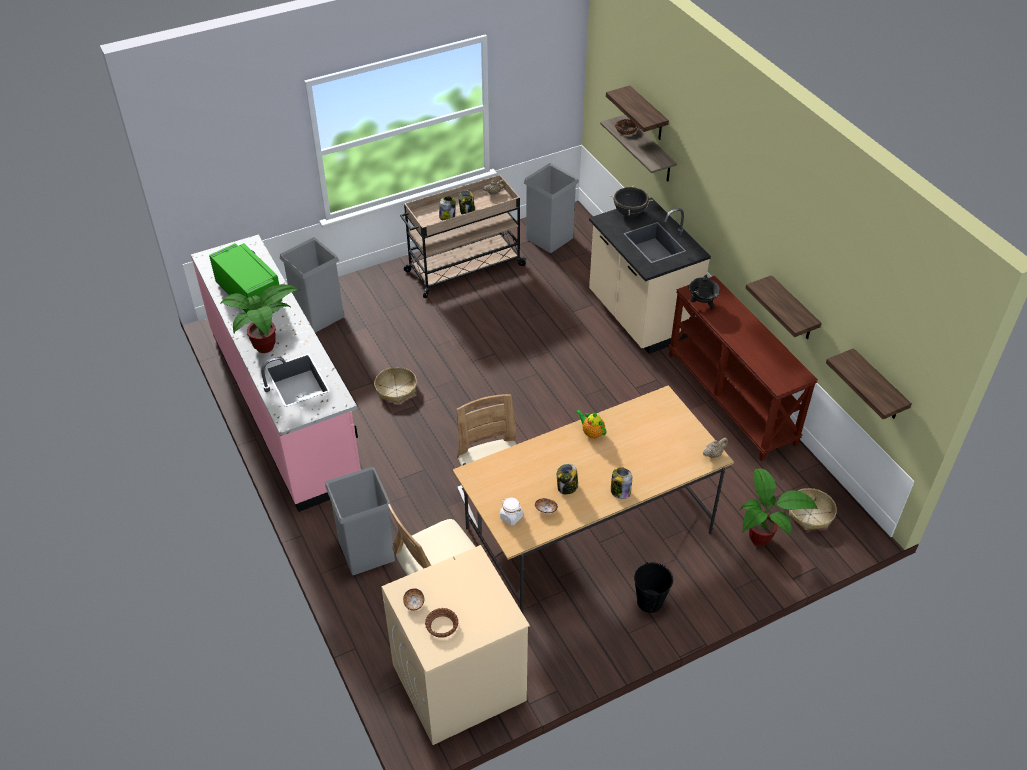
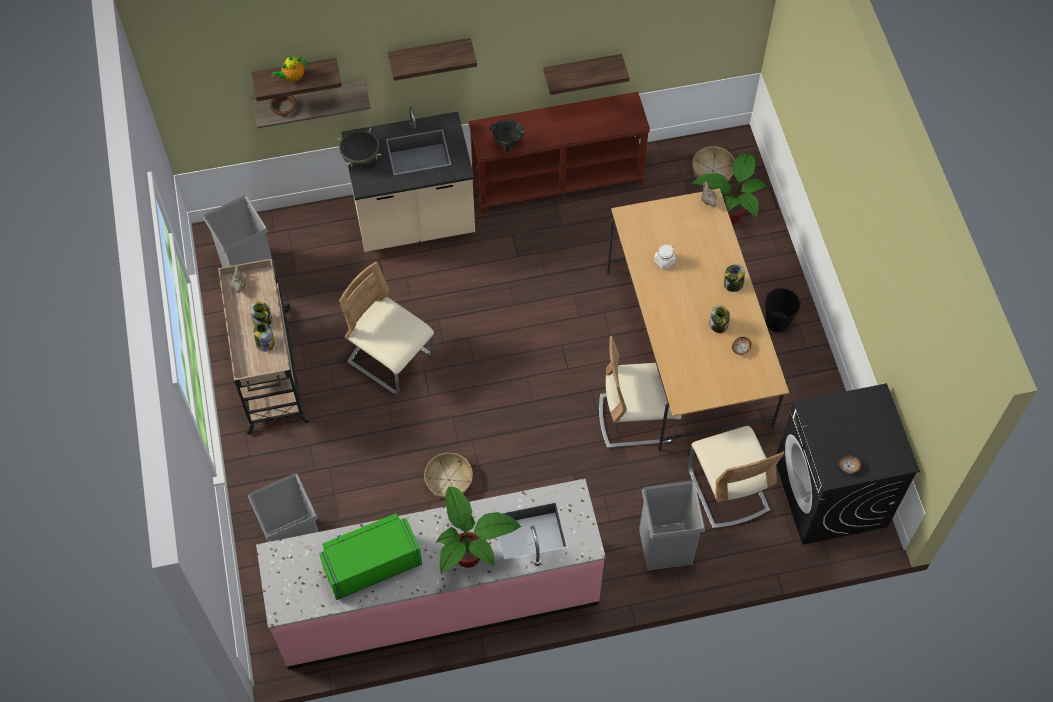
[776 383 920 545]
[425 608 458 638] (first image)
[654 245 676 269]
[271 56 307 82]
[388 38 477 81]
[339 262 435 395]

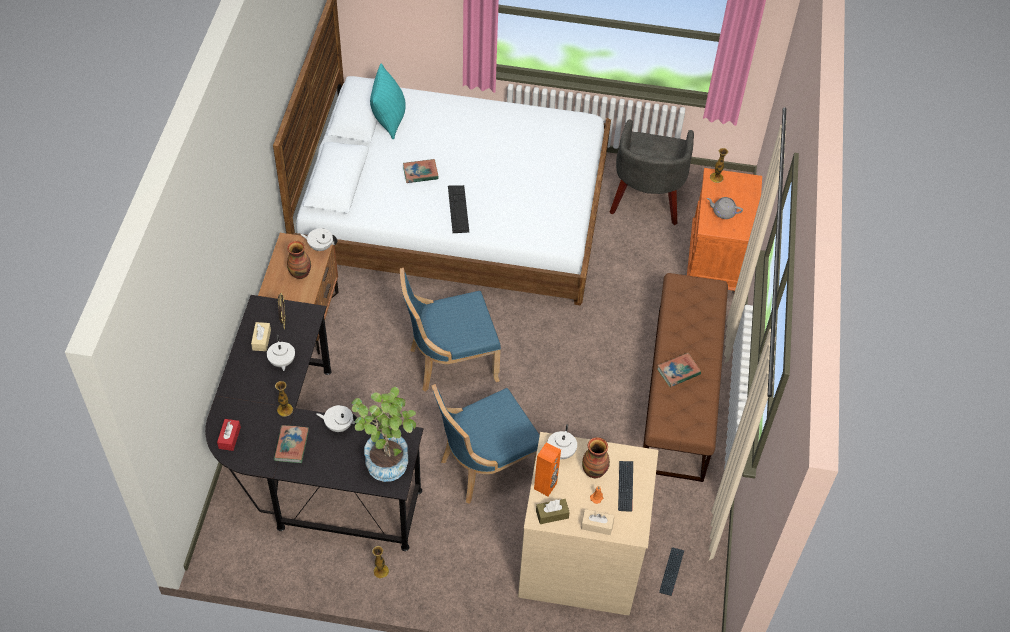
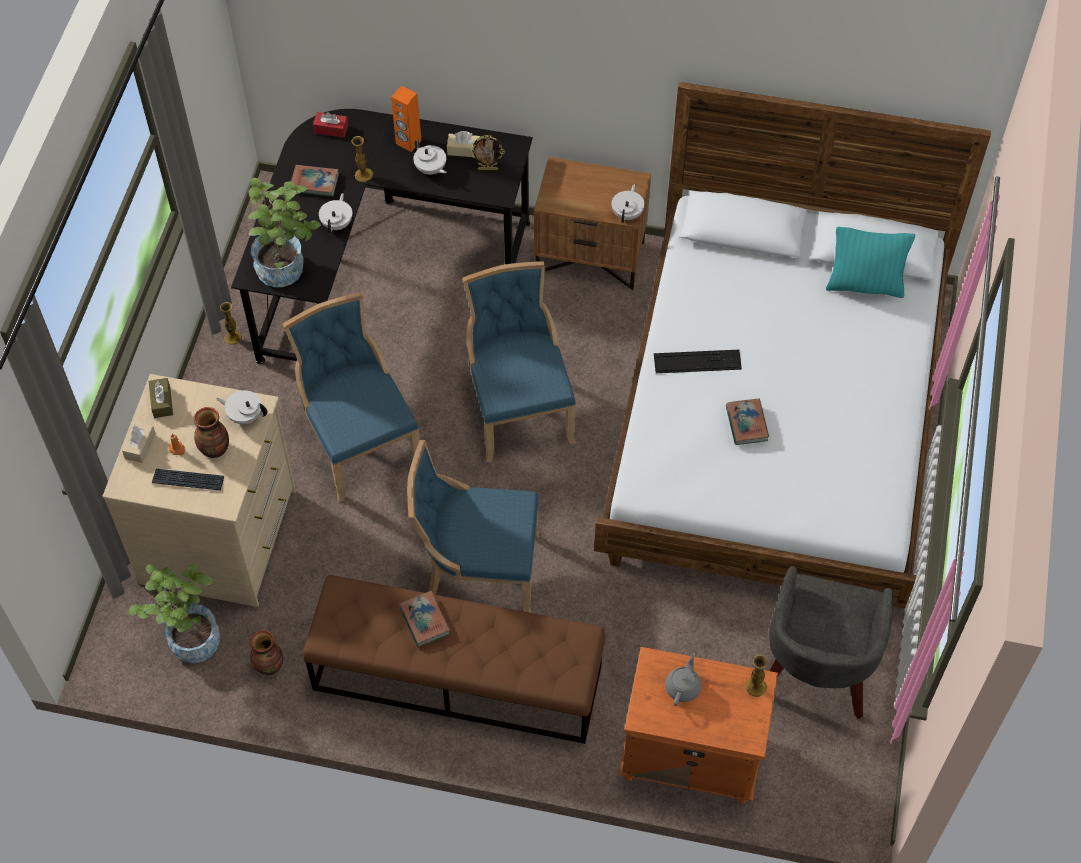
[413 140 447 175]
[250 630 283 675]
[726 399 769 445]
[391 86 422 152]
[769 566 894 719]
[129 564 220 663]
[407 440 539 613]

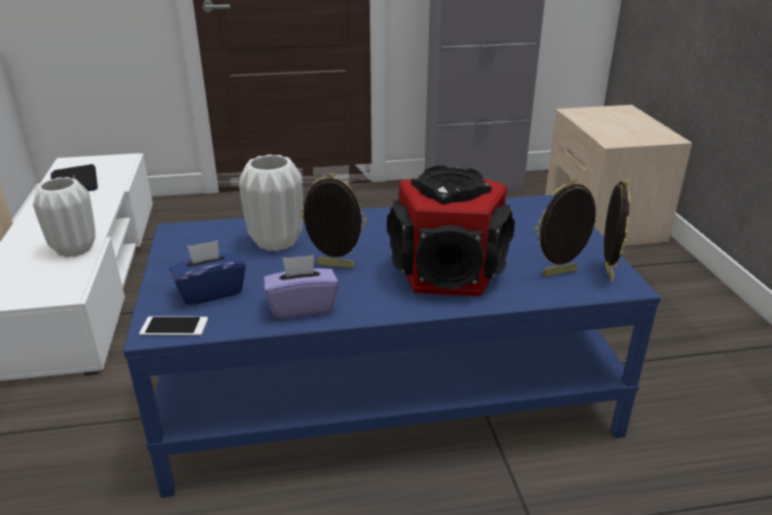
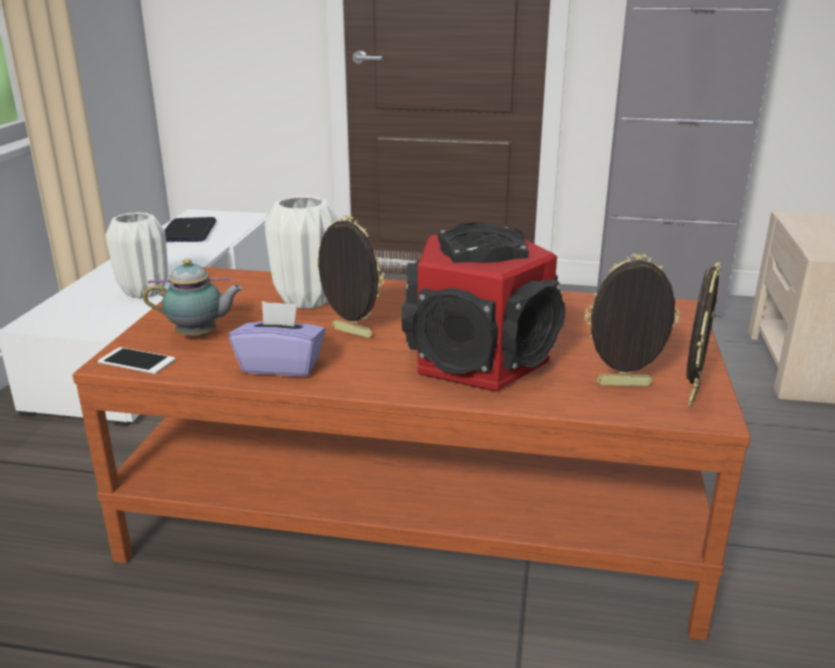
[72 267 751 641]
[143 259 243 337]

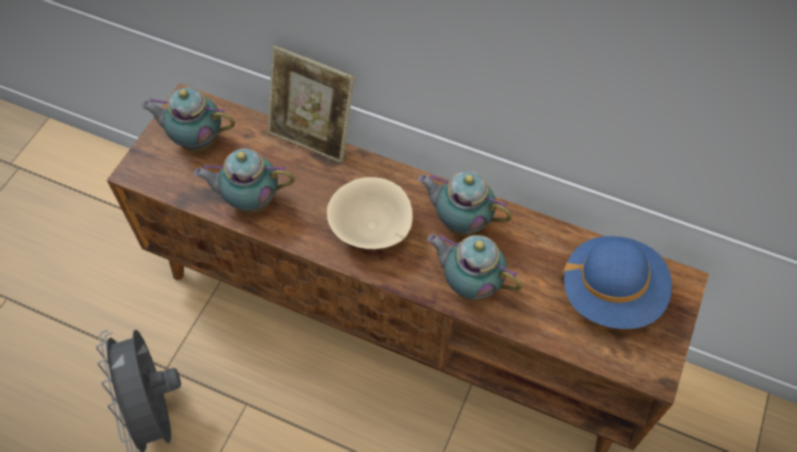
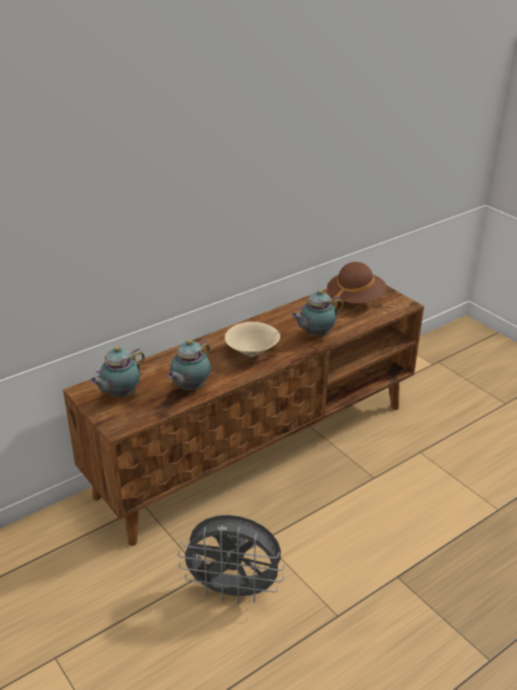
[267 46 355 163] (first image)
[418 171 512 236] (first image)
[327 262 387 309]

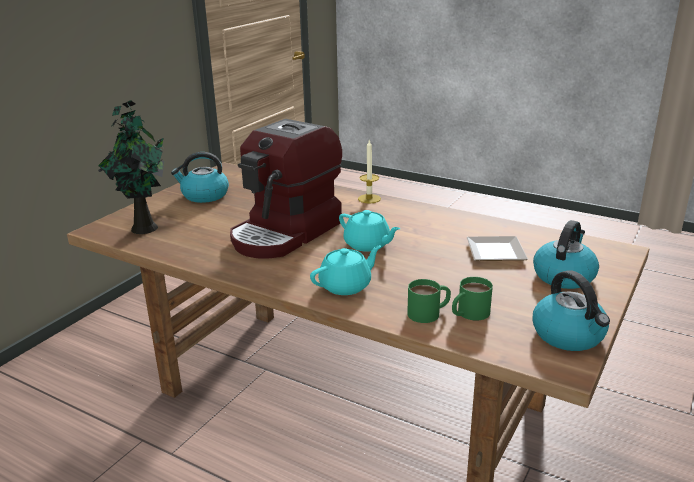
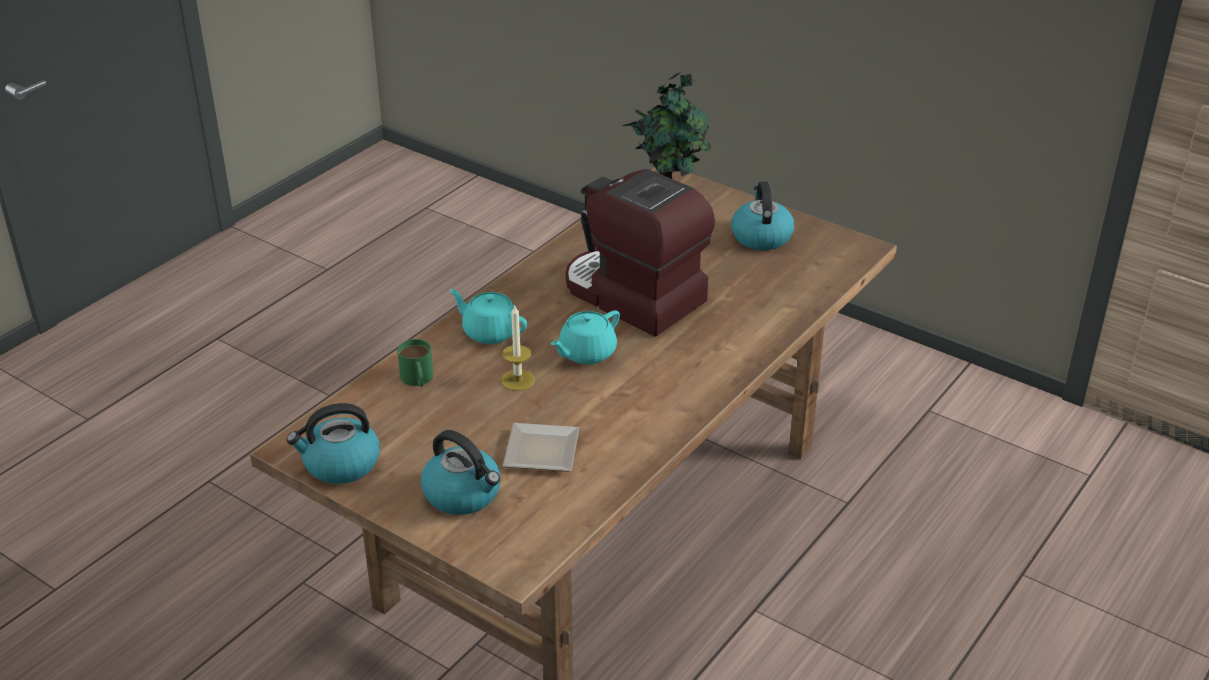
[449 289 527 344]
[501 304 535 391]
[452 277 493 321] (first image)

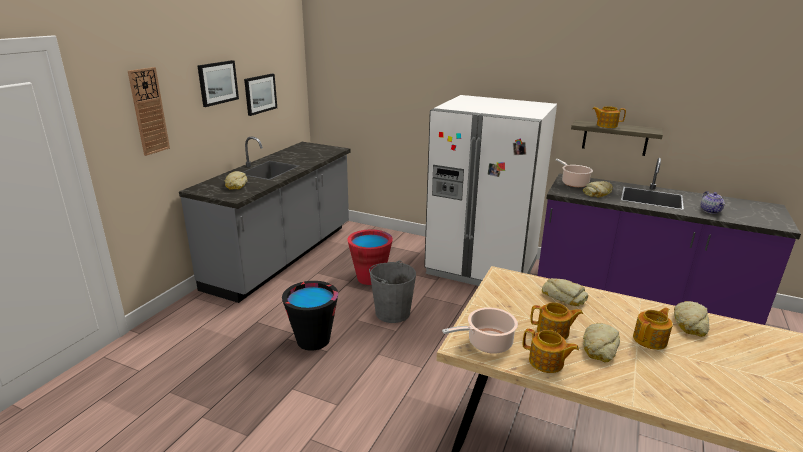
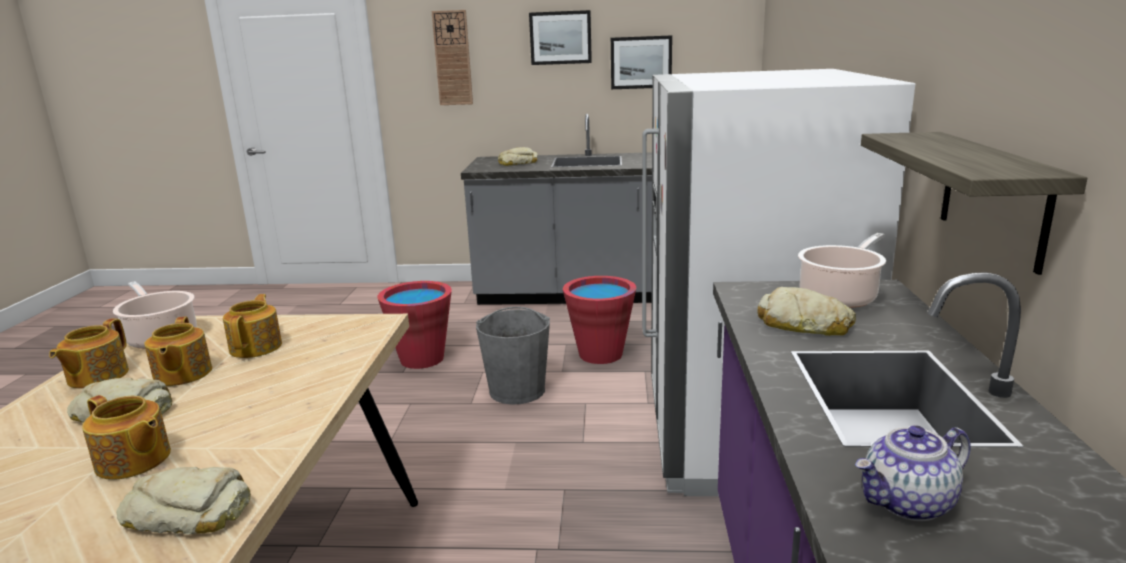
[377 281 452 369]
[542 278 588 306] (first image)
[223 294 282 358]

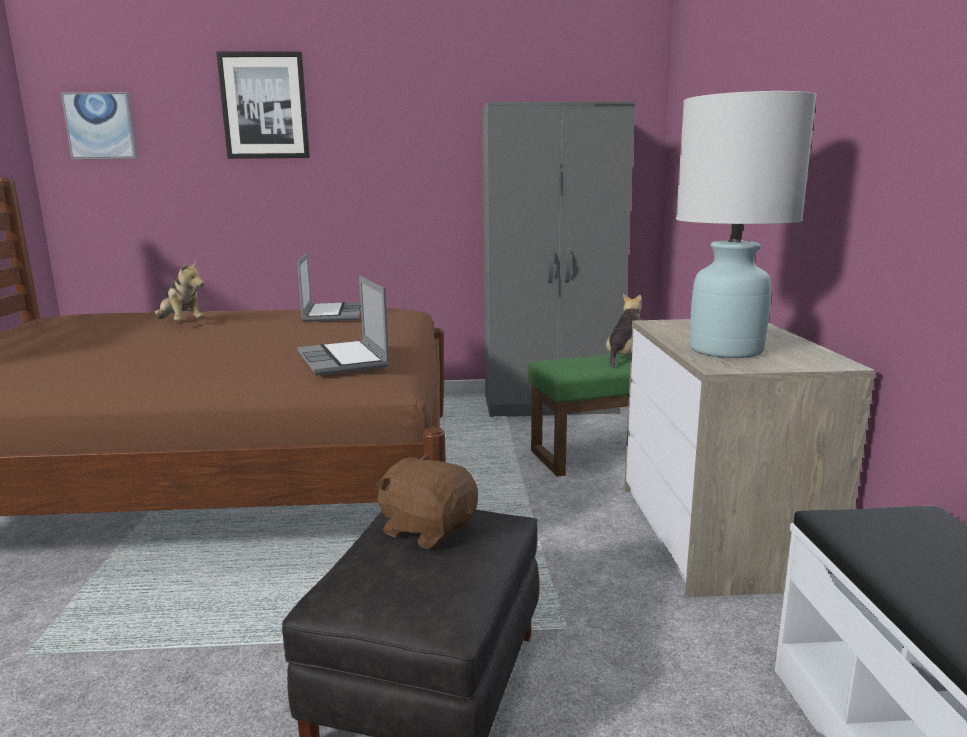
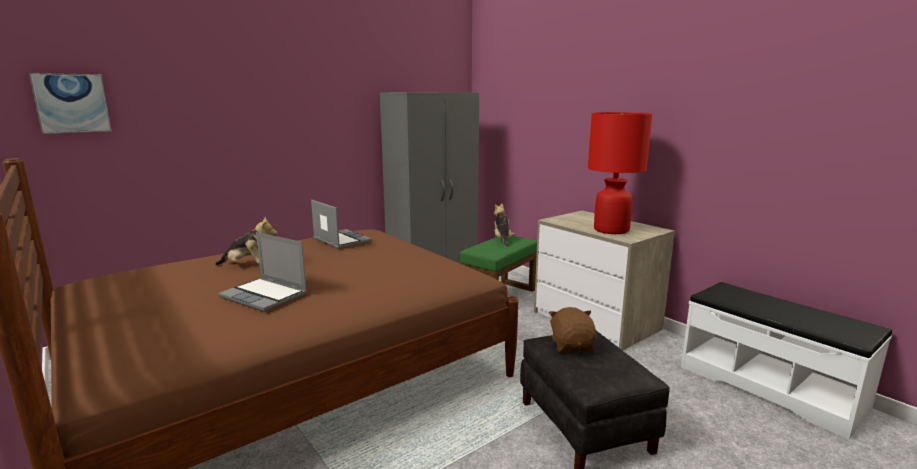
[216 51 310 159] (first image)
[218 232 307 312]
[549 307 597 353]
[588 112 652 234]

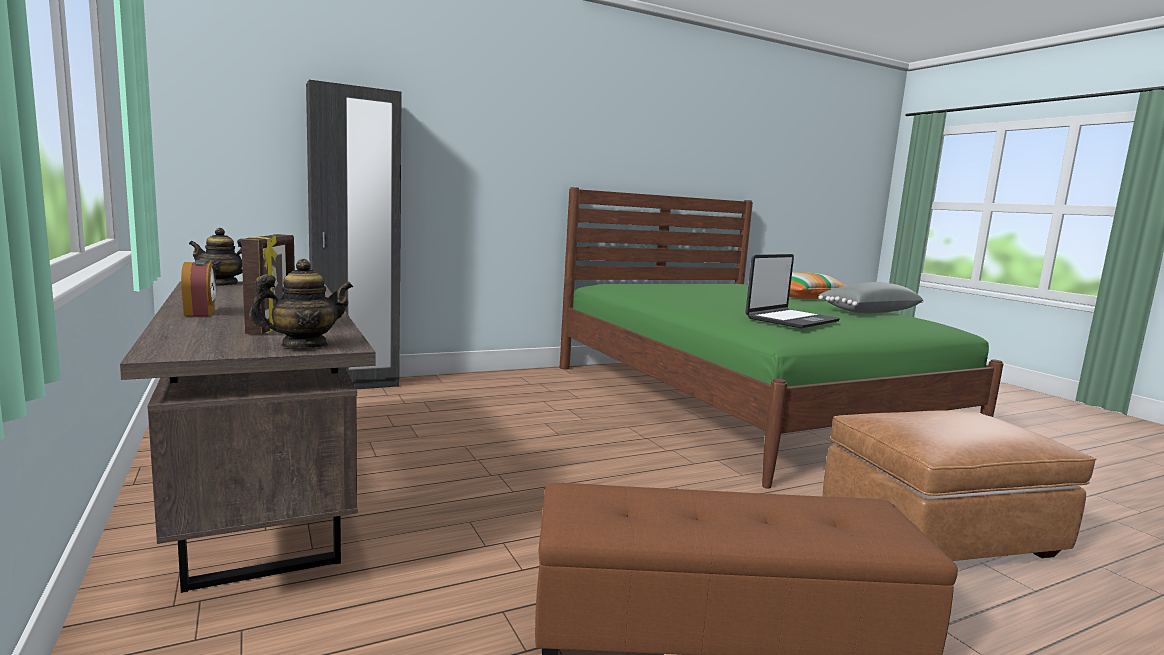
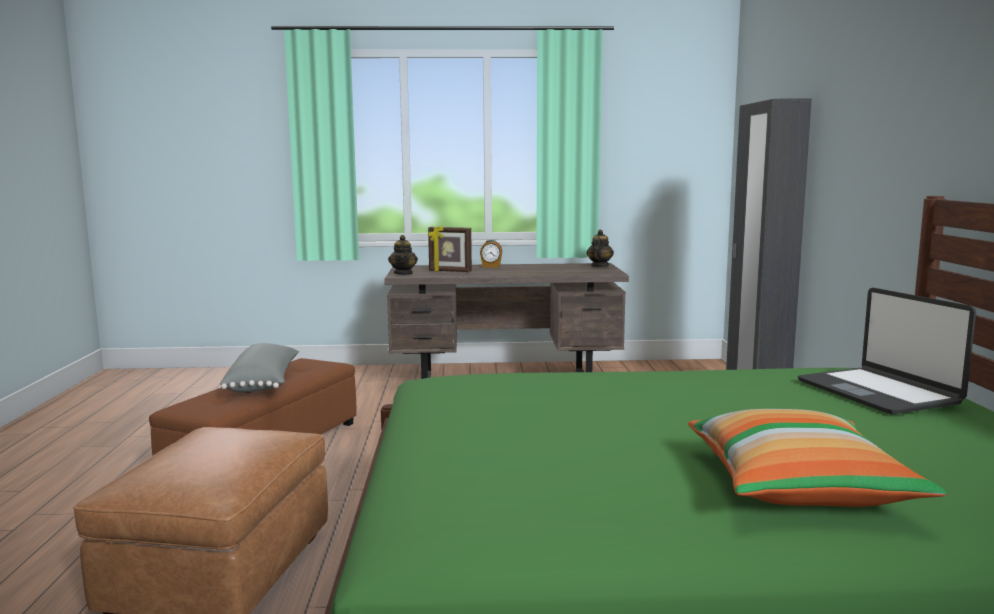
[798 288 976 415]
[220 343 299 392]

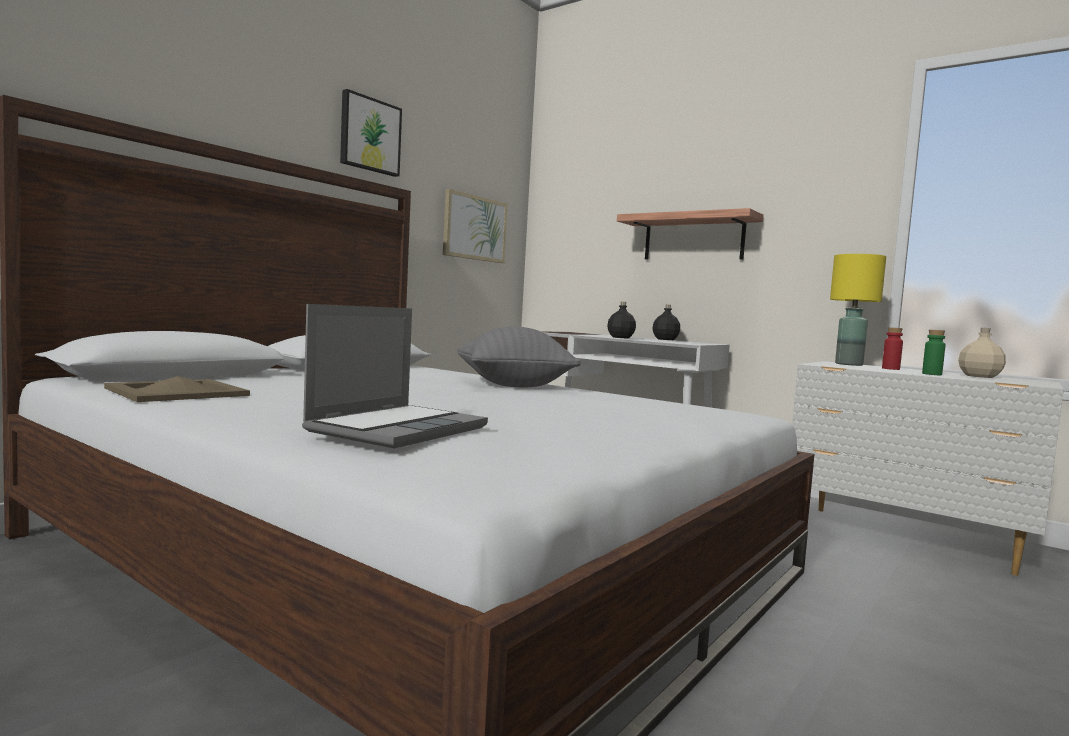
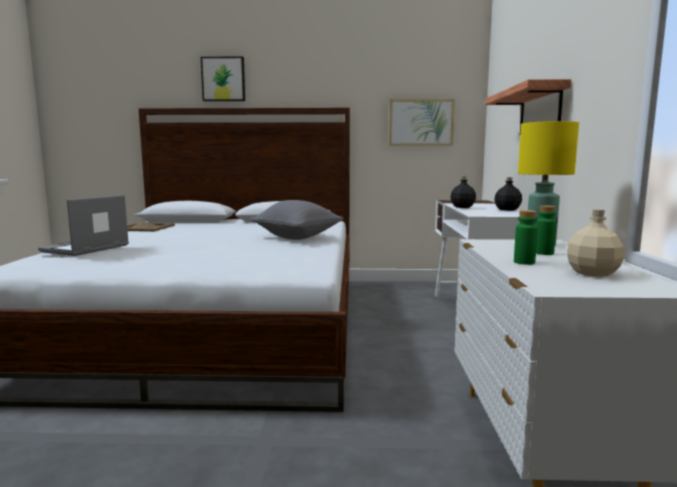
[38 195 129 256]
[201 56 245 101]
[536 205 557 255]

